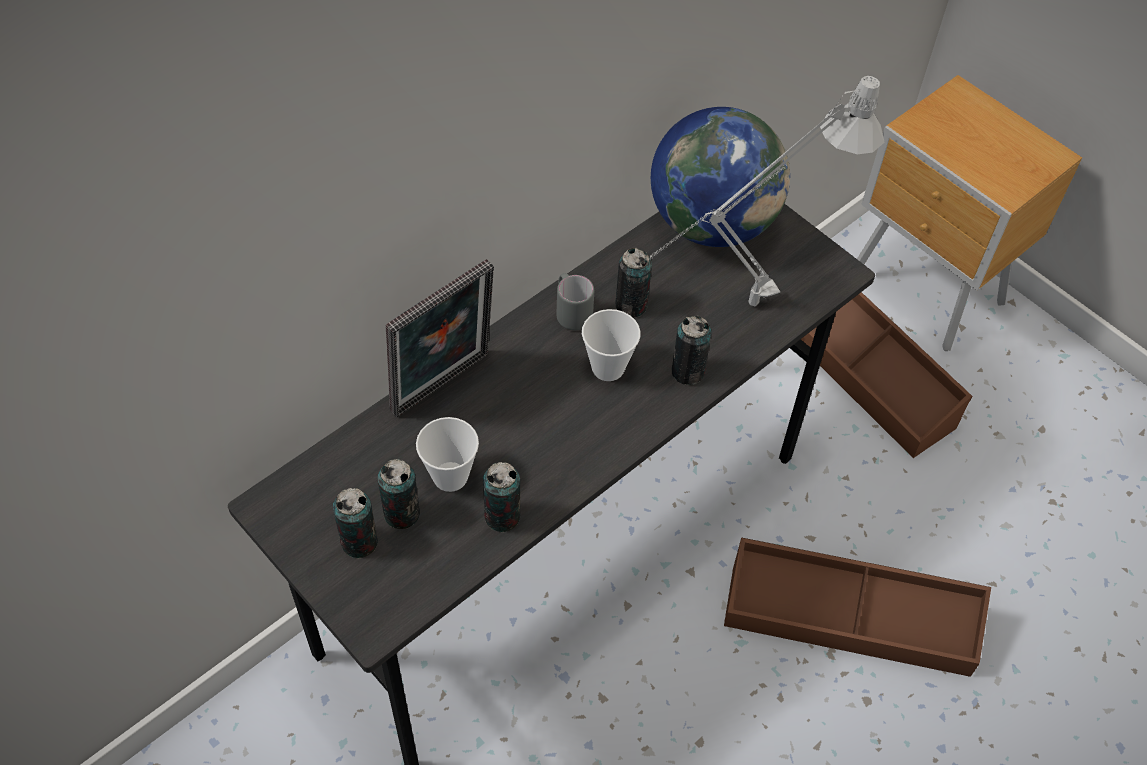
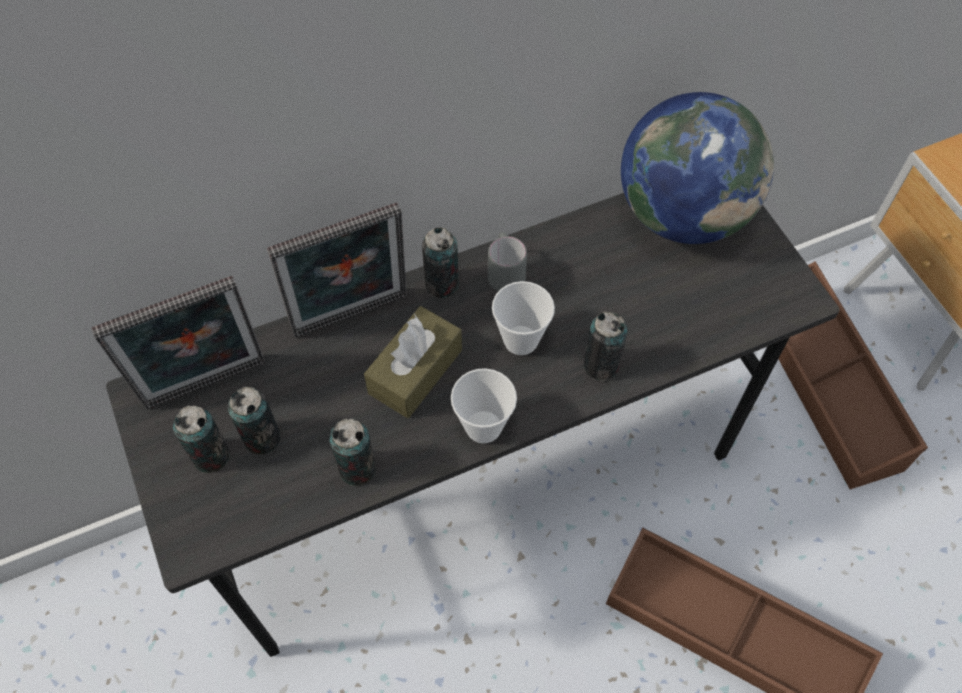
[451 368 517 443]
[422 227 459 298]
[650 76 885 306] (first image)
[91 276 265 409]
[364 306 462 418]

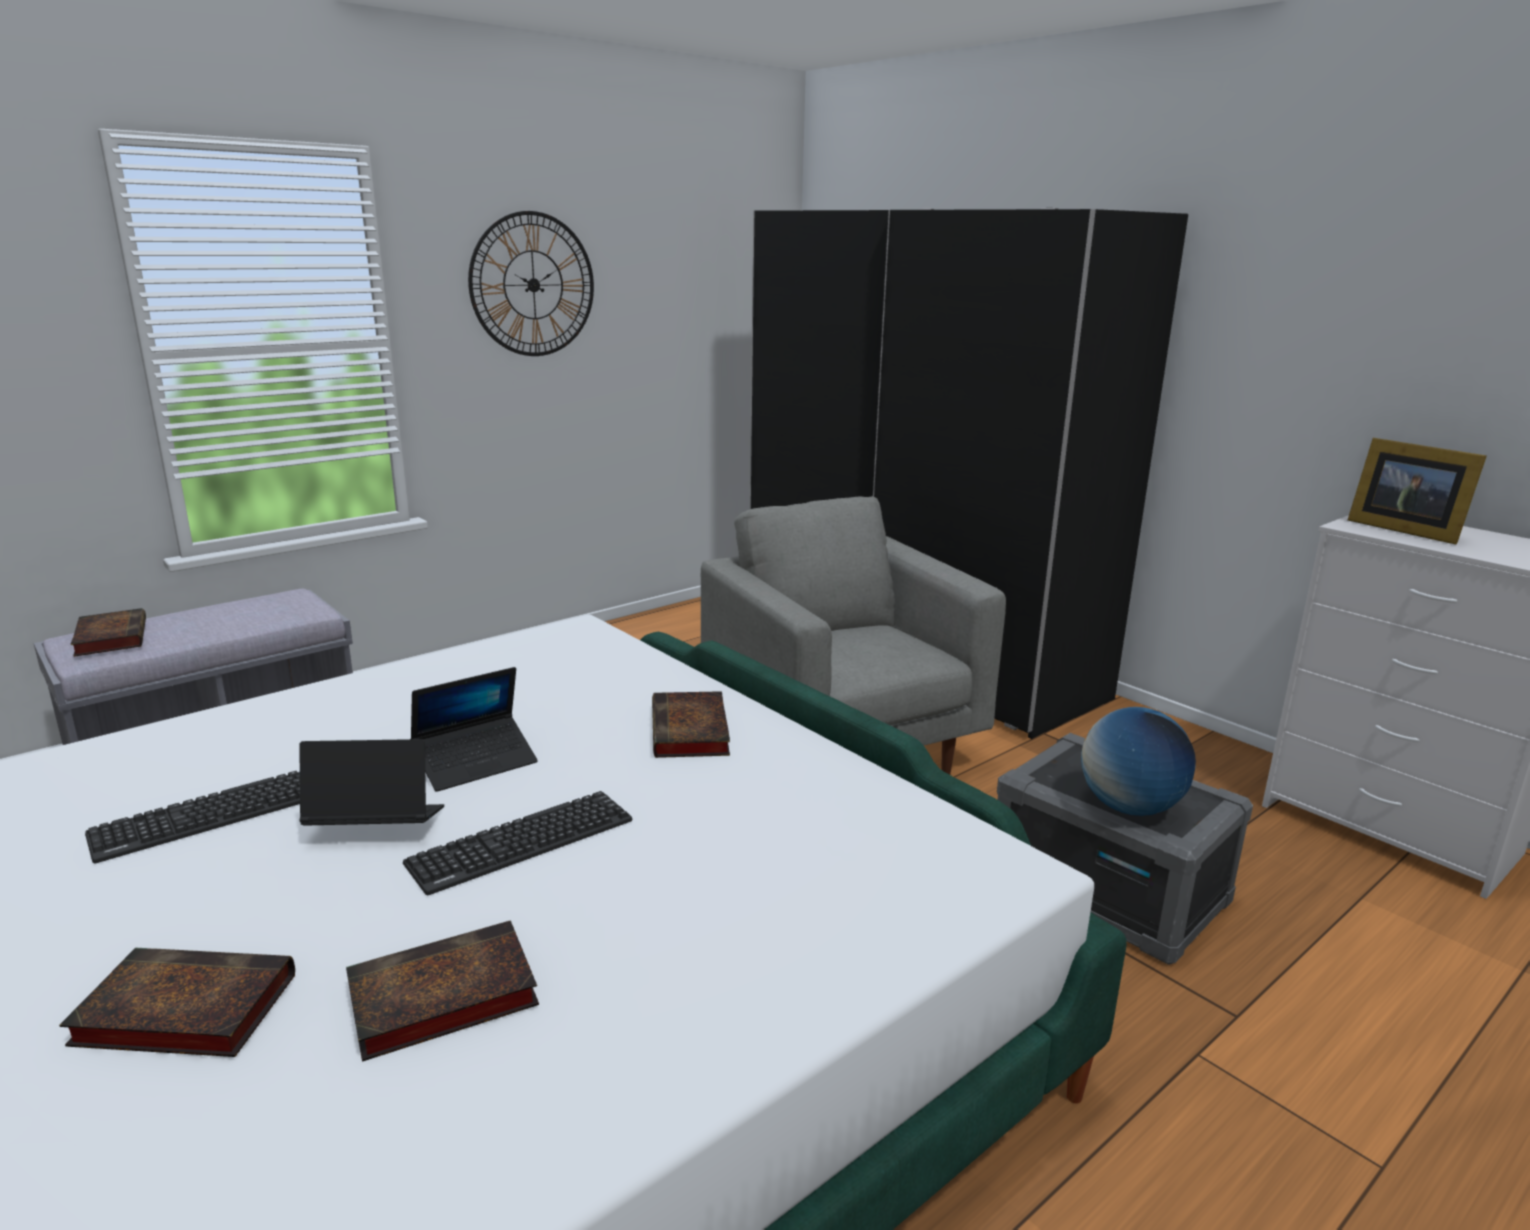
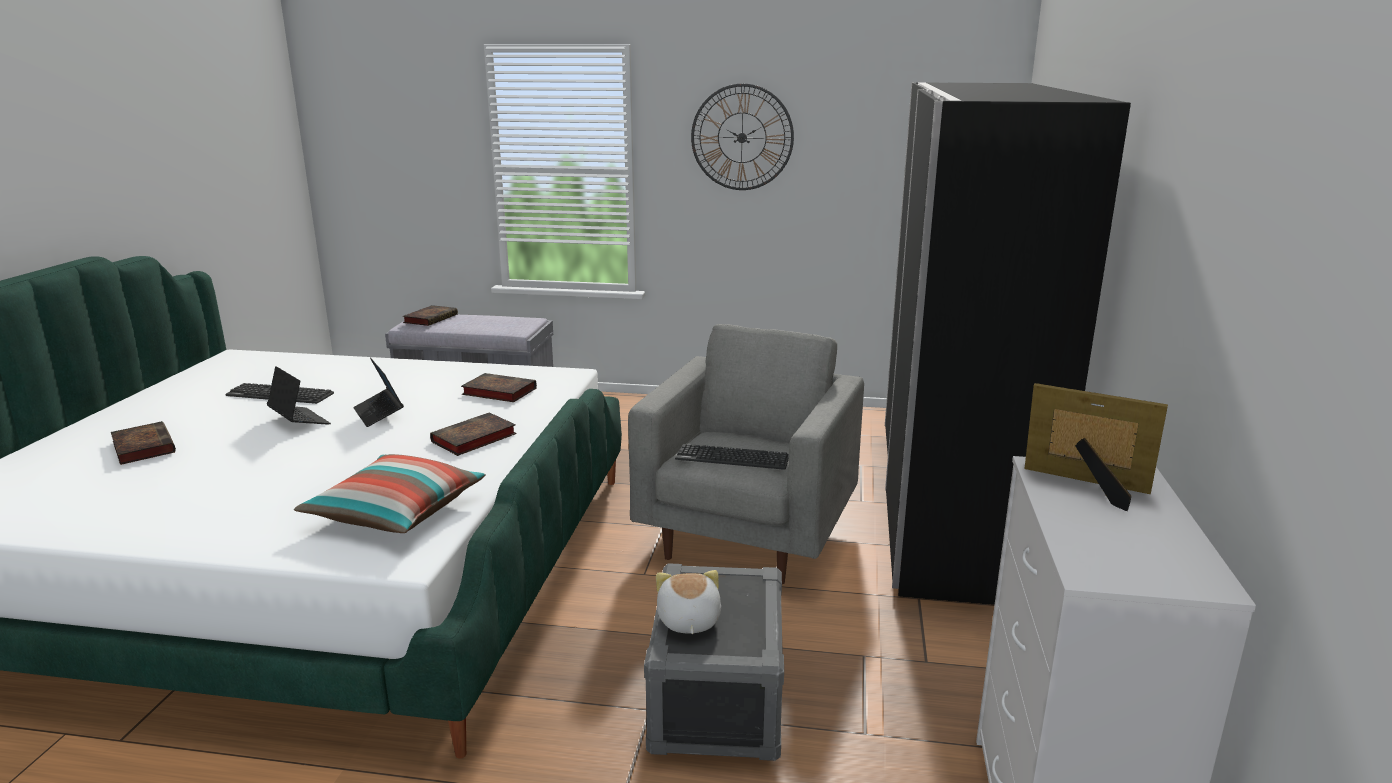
[461 373 537 402]
[675 444 789 470]
[353 357 404 427]
[656 570 721 634]
[1025 383 1168 511]
[294 454 486 533]

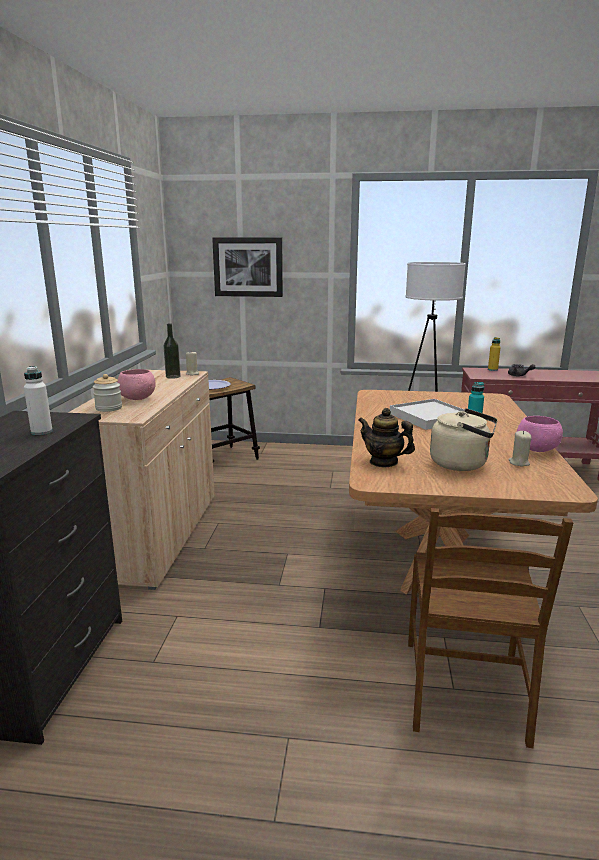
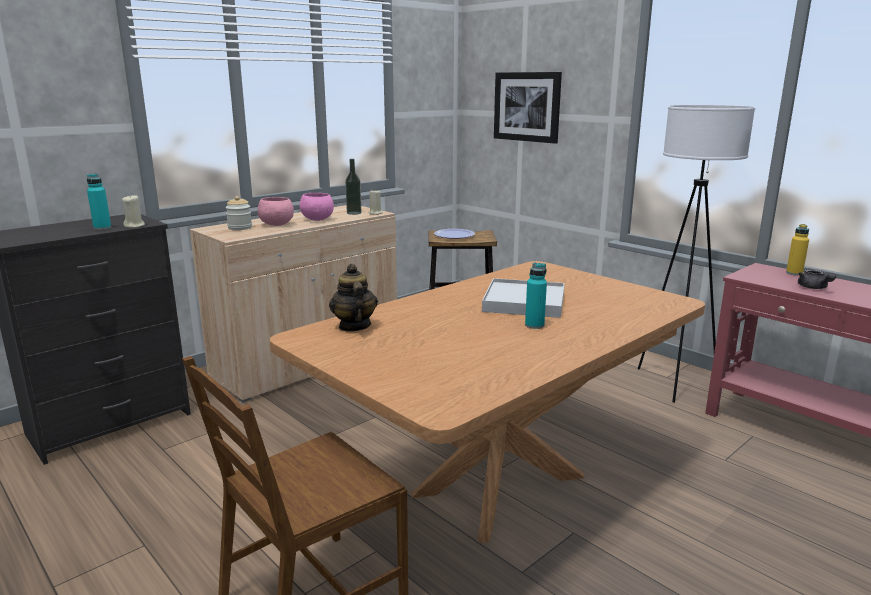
[87 174 111 230]
[430 408 498 471] (first image)
[122 195 145 228]
[300 193 334 221]

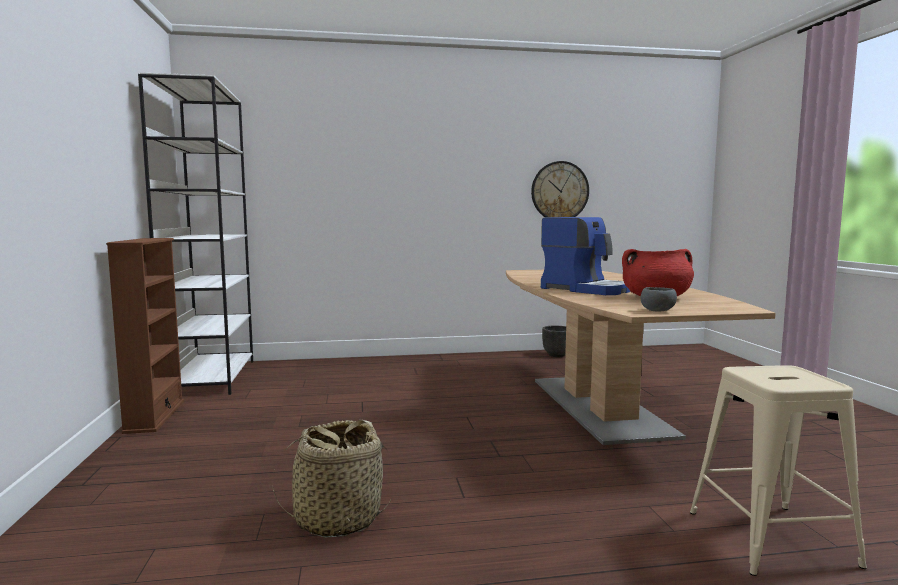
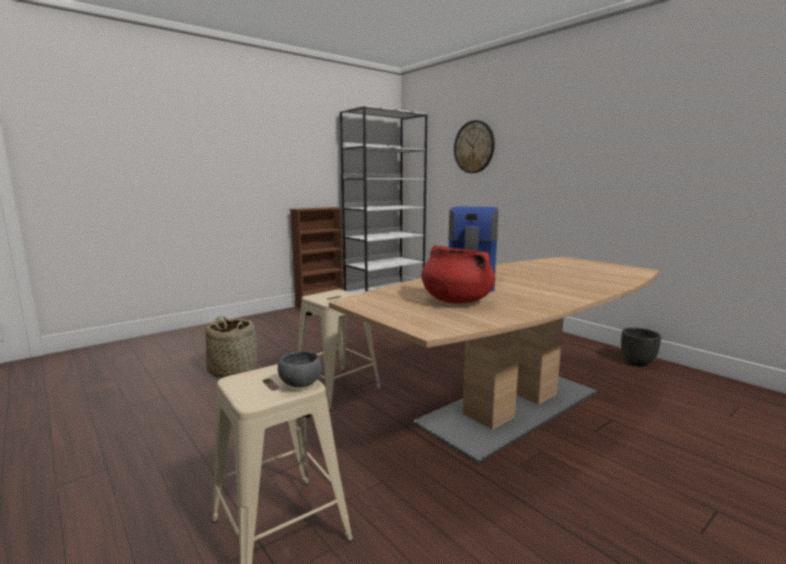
[454 120 495 173]
[278 351 322 387]
[297 290 381 410]

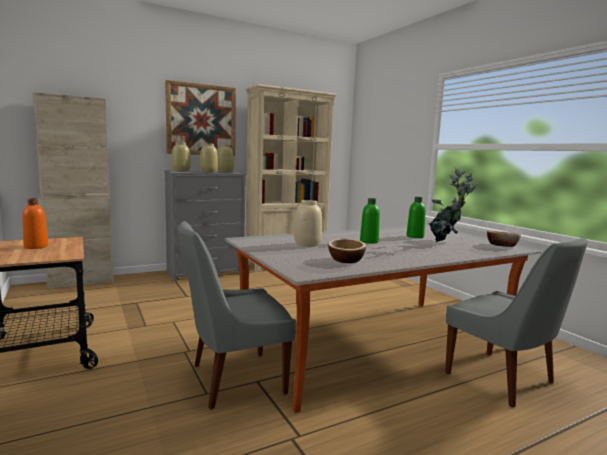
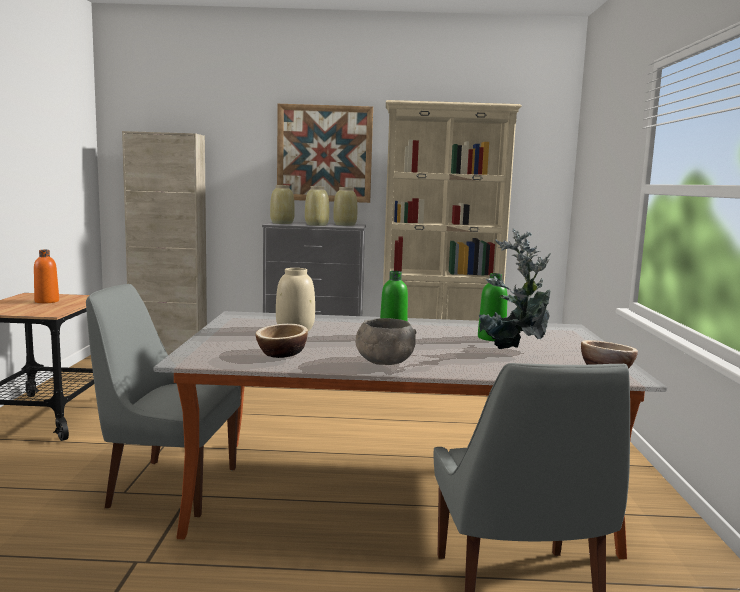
[355 318 417 365]

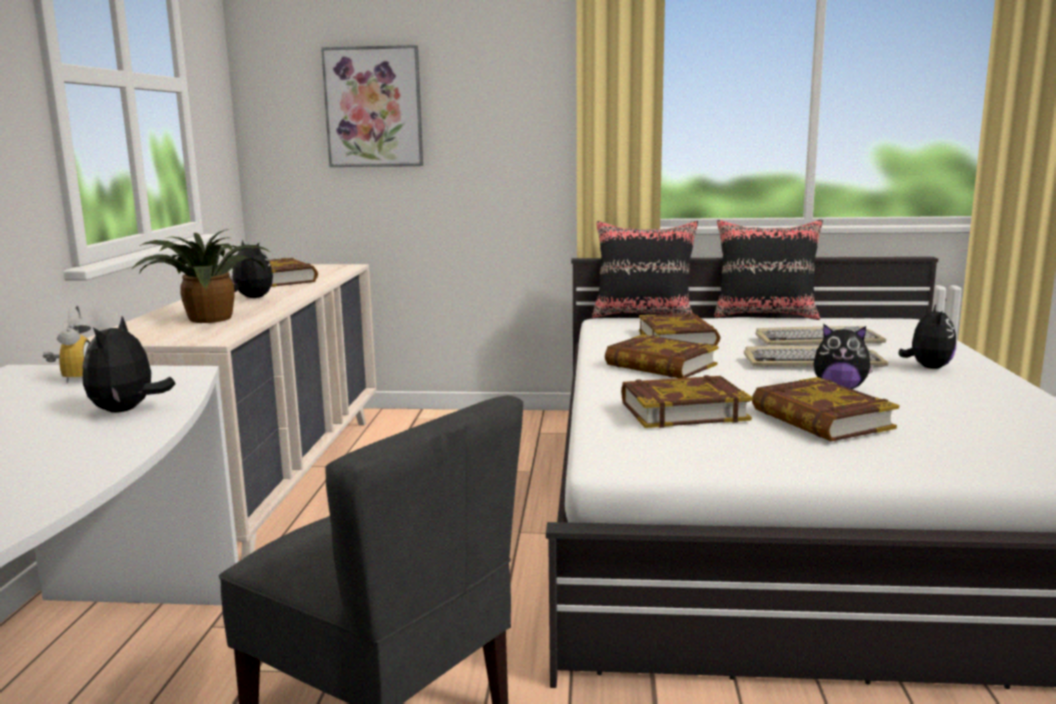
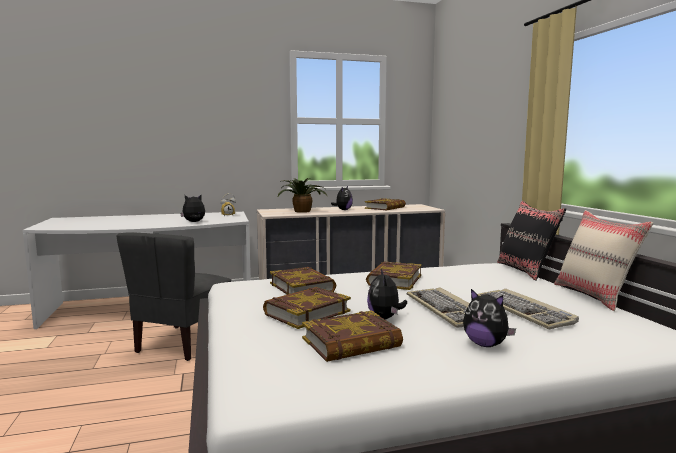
[321 45 423 167] (first image)
[302 311 403 362]
[554 210 653 311]
[463 289 516 347]

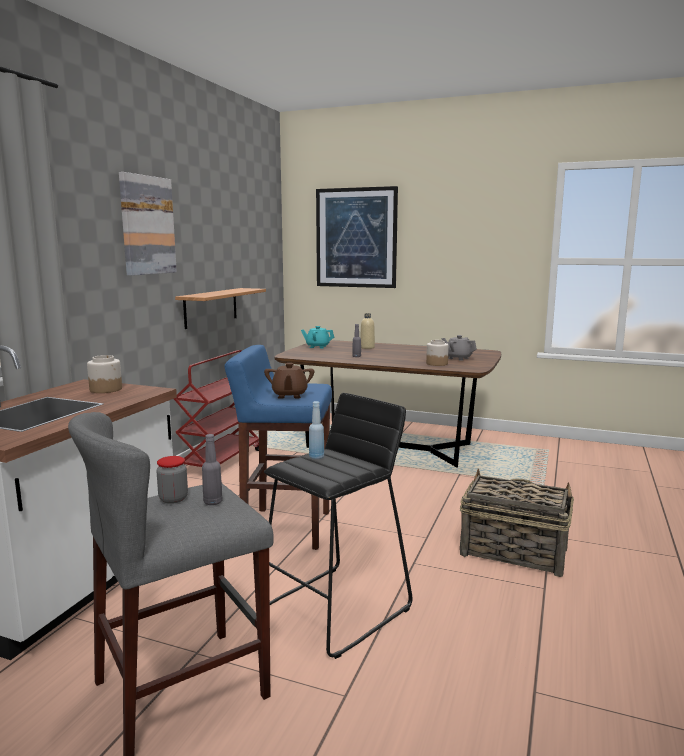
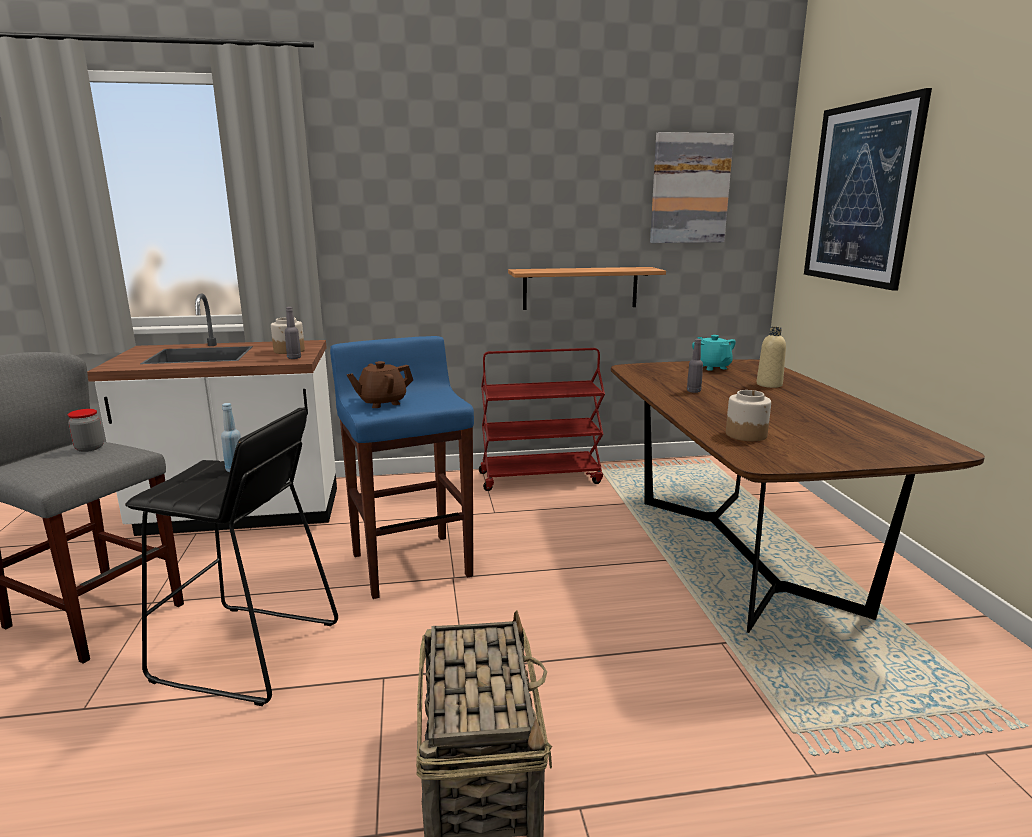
[650 132 734 243]
[285 307 301 359]
[442 335 477 361] (first image)

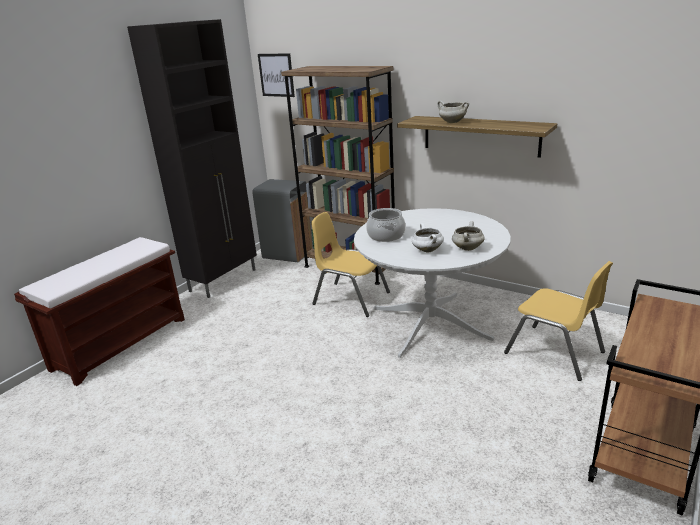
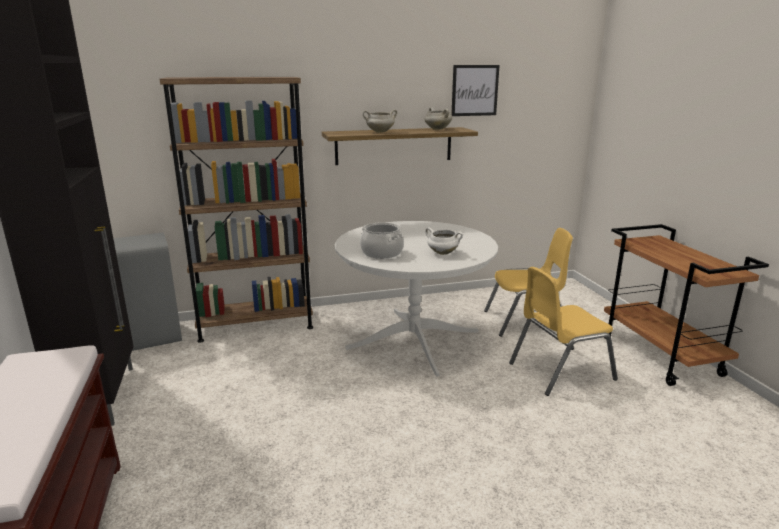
[451 65 500 116]
[509 267 618 396]
[424 107 452 130]

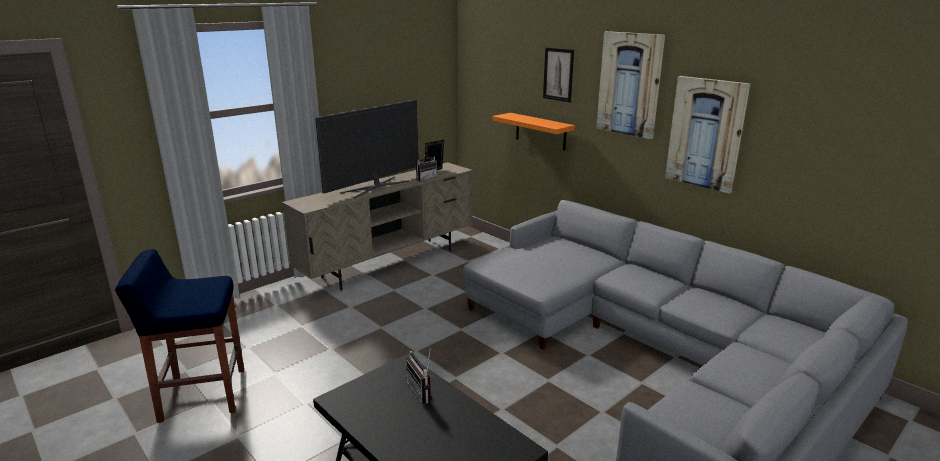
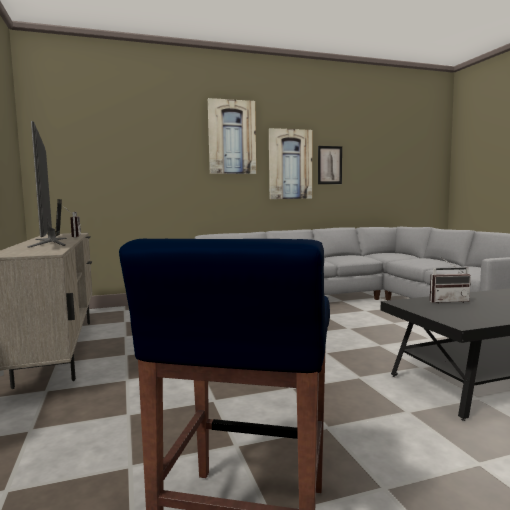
[492 113 575 151] (first image)
[318 146 342 184]

